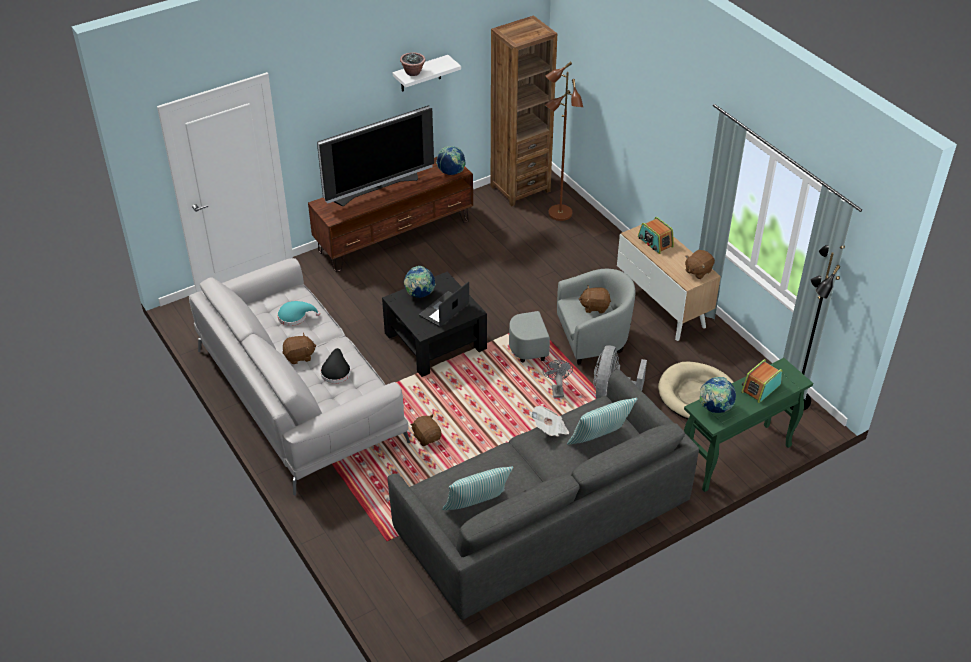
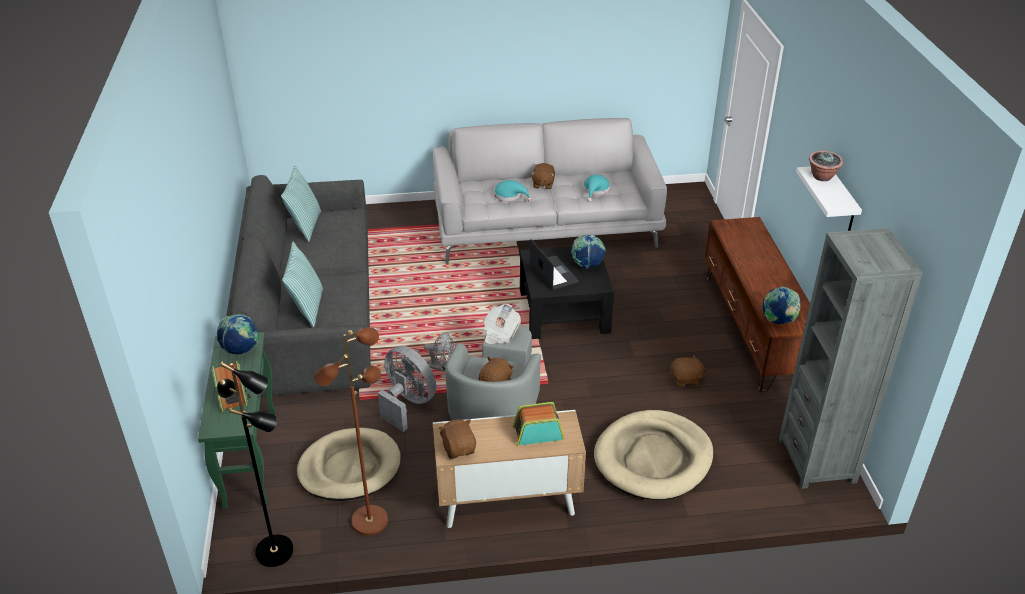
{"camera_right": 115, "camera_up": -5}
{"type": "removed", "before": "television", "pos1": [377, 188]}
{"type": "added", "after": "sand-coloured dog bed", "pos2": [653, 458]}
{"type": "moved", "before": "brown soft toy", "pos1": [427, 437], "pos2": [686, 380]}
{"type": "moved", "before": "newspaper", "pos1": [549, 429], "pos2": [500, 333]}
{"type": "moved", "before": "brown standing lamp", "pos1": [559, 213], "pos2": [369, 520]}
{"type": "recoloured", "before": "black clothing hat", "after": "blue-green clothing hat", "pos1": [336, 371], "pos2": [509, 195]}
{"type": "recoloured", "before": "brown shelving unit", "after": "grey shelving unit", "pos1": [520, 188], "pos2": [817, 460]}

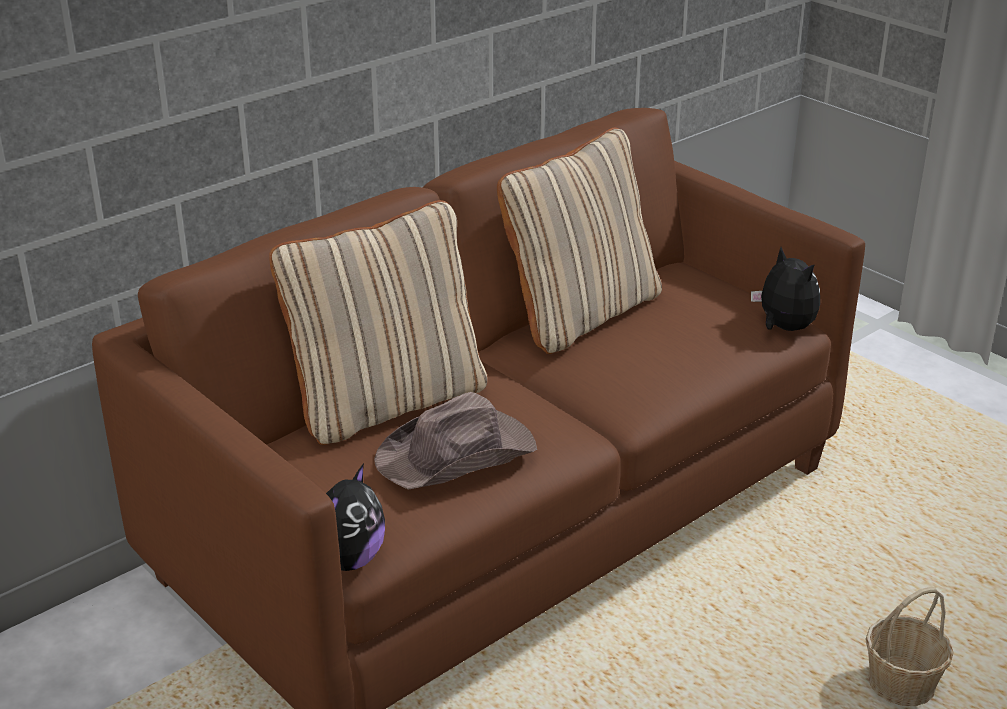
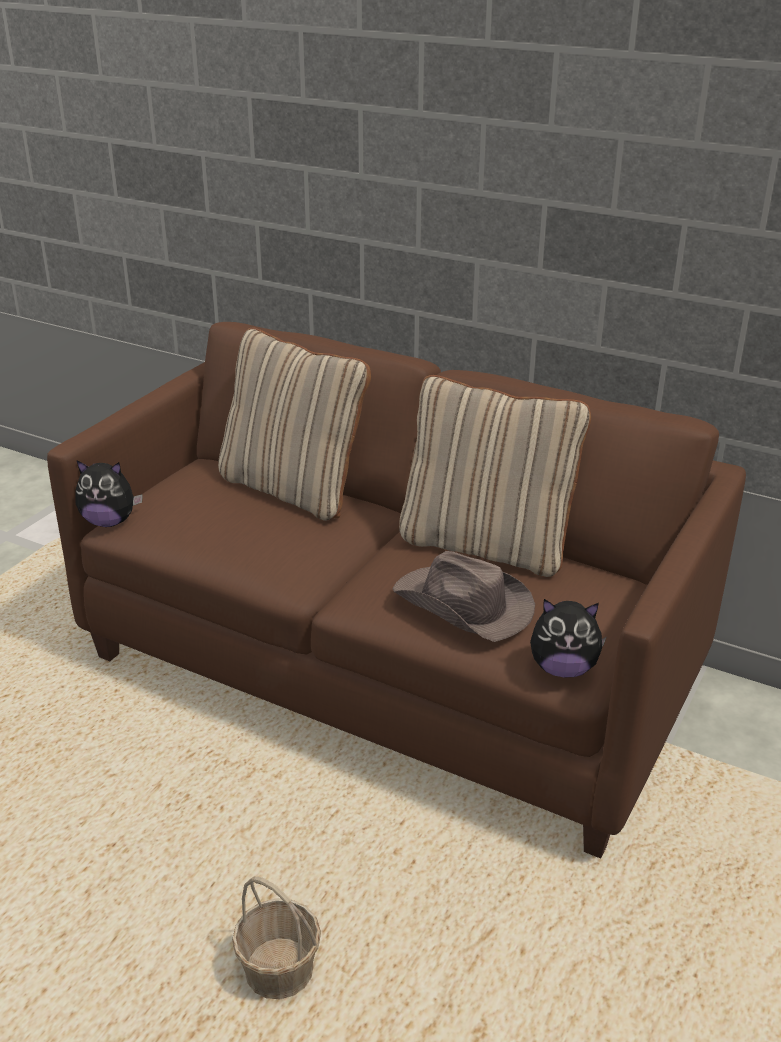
{"camera_right": 70, "camera_up": 0}
{"type": "moved", "before": "brown clothing hat", "pos1": [458, 455], "pos2": [463, 606]}
{"type": "turned", "before": "soft toy", "pos1": [783, 328], "pos2": [563, 669], "turn": 60}

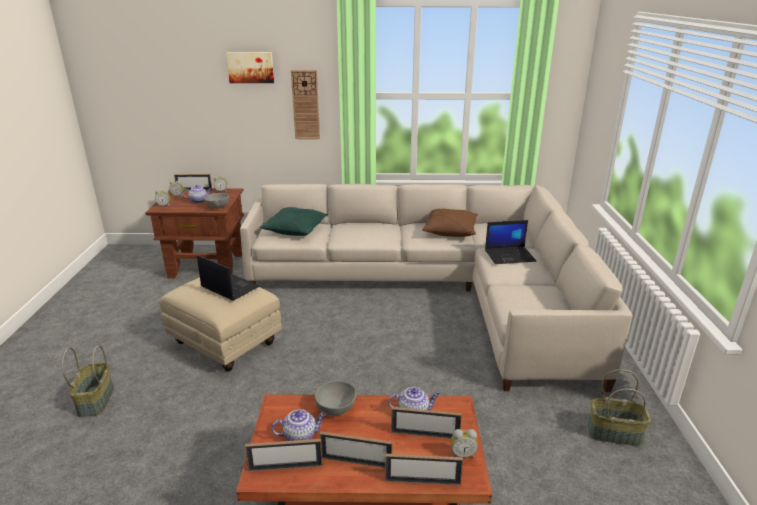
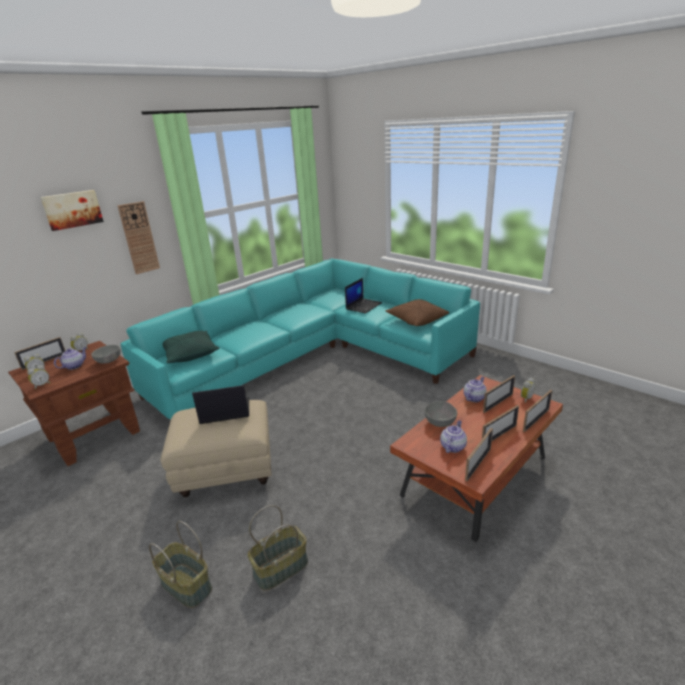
{"camera_right": -45, "camera_up": 0}
{"type": "moved", "before": "brown throw pillow", "pos1": [450, 231], "pos2": [416, 320]}
{"type": "moved", "before": "storage basket", "pos1": [614, 433], "pos2": [281, 567]}
{"type": "recoloured", "before": "sand-coloured sofa", "after": "blue-green sofa", "pos1": [438, 289], "pos2": [315, 355]}

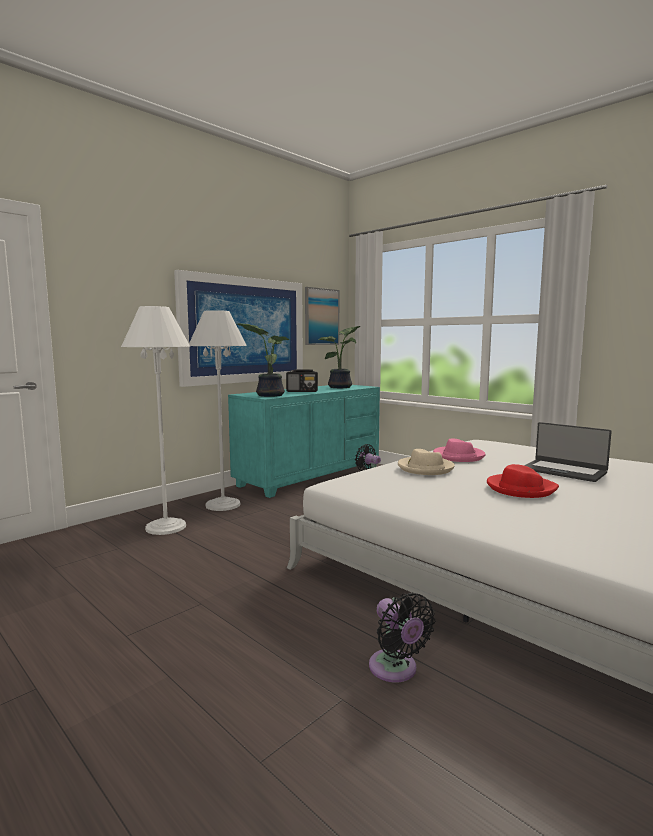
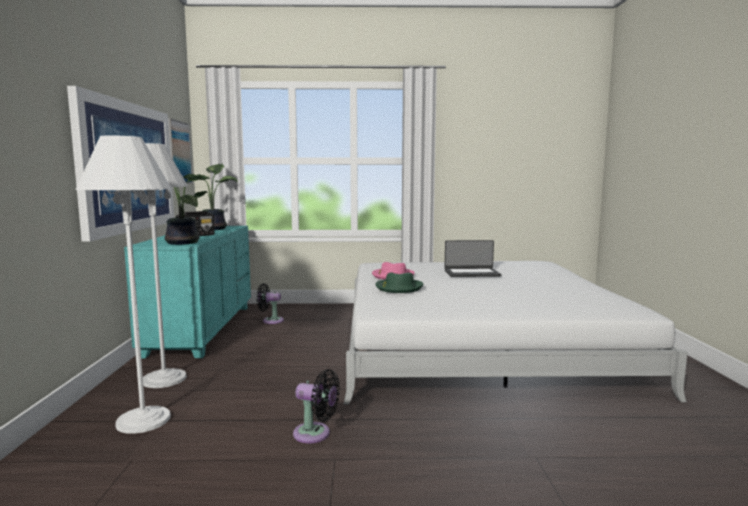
{"camera_right": -45, "camera_up": 0}
{"type": "removed", "before": "reddish clothing hat", "pos1": [520, 488]}
{"type": "moved", "before": "black cooling fan", "pos1": [395, 670], "pos2": [315, 434]}
{"type": "recoloured", "before": "sand-coloured clothing hat", "after": "green clothing hat", "pos1": [425, 468], "pos2": [398, 288]}

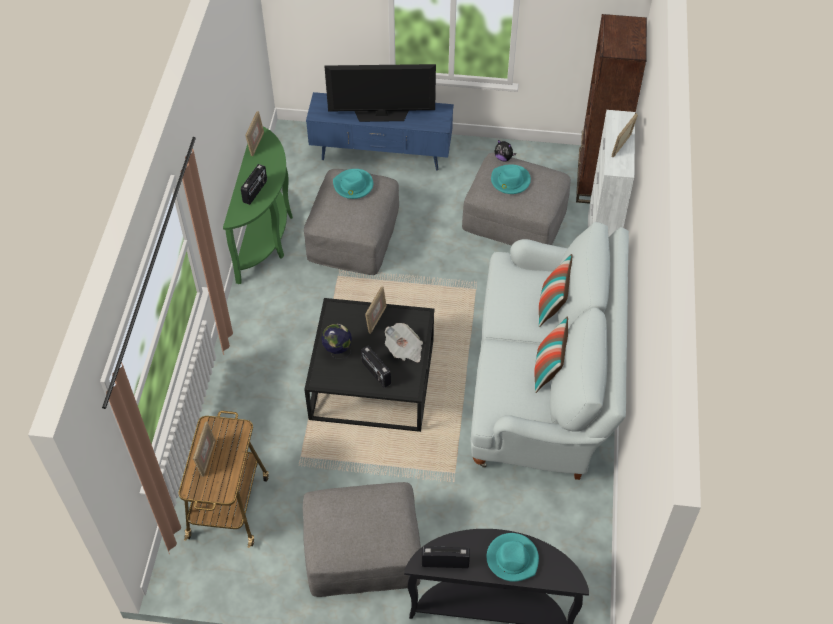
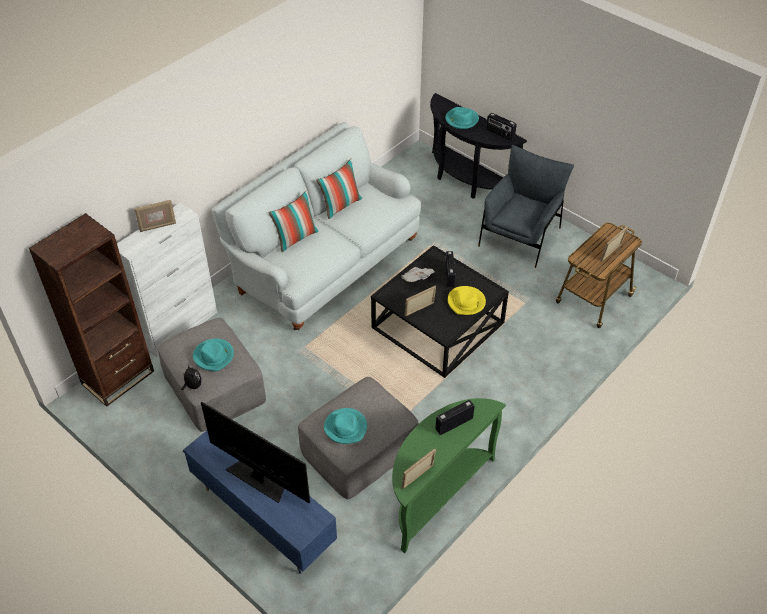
{"camera_right": -145, "camera_up": -5}
{"type": "replaced", "before": "grey pouffe", "after": "grey lounge chair", "pos1": [362, 550], "pos2": [520, 236]}
{"type": "replaced", "before": "desk globe", "after": "yellow-coloured clothing hat", "pos1": [337, 352], "pos2": [466, 302]}

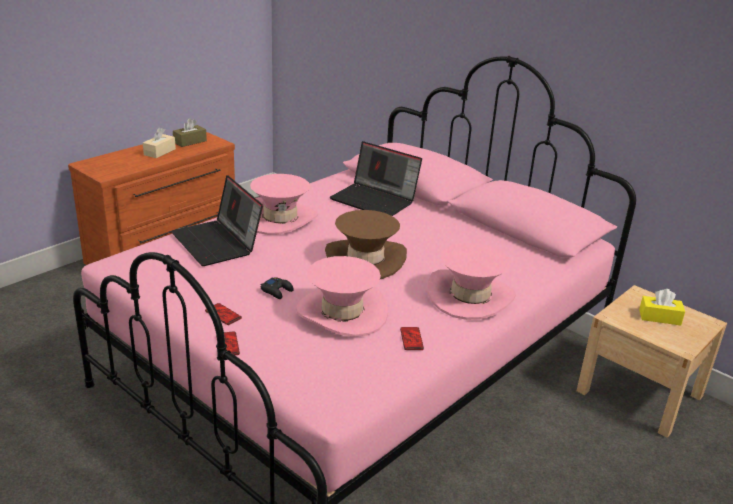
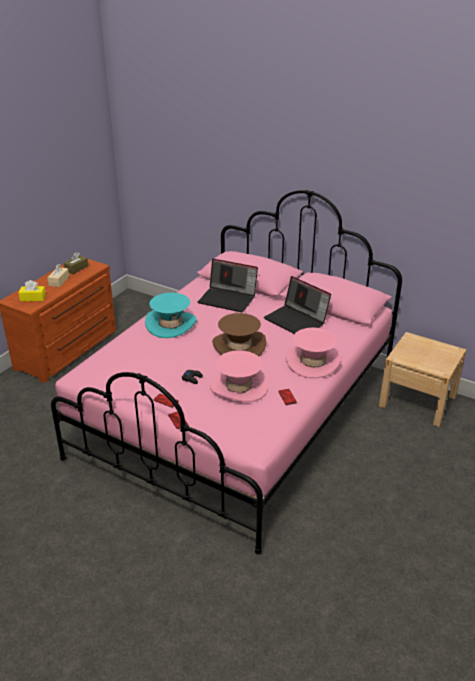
{"camera_right": -10, "camera_up": 5}
{"type": "moved", "before": "laptop", "pos1": [218, 243], "pos2": [297, 321]}
{"type": "moved", "before": "yellow-coloured tissue holder", "pos1": [659, 317], "pos2": [33, 298]}
{"type": "recoloured", "before": "pink clothing hat", "after": "blue-green clothing hat", "pos1": [280, 219], "pos2": [171, 324]}

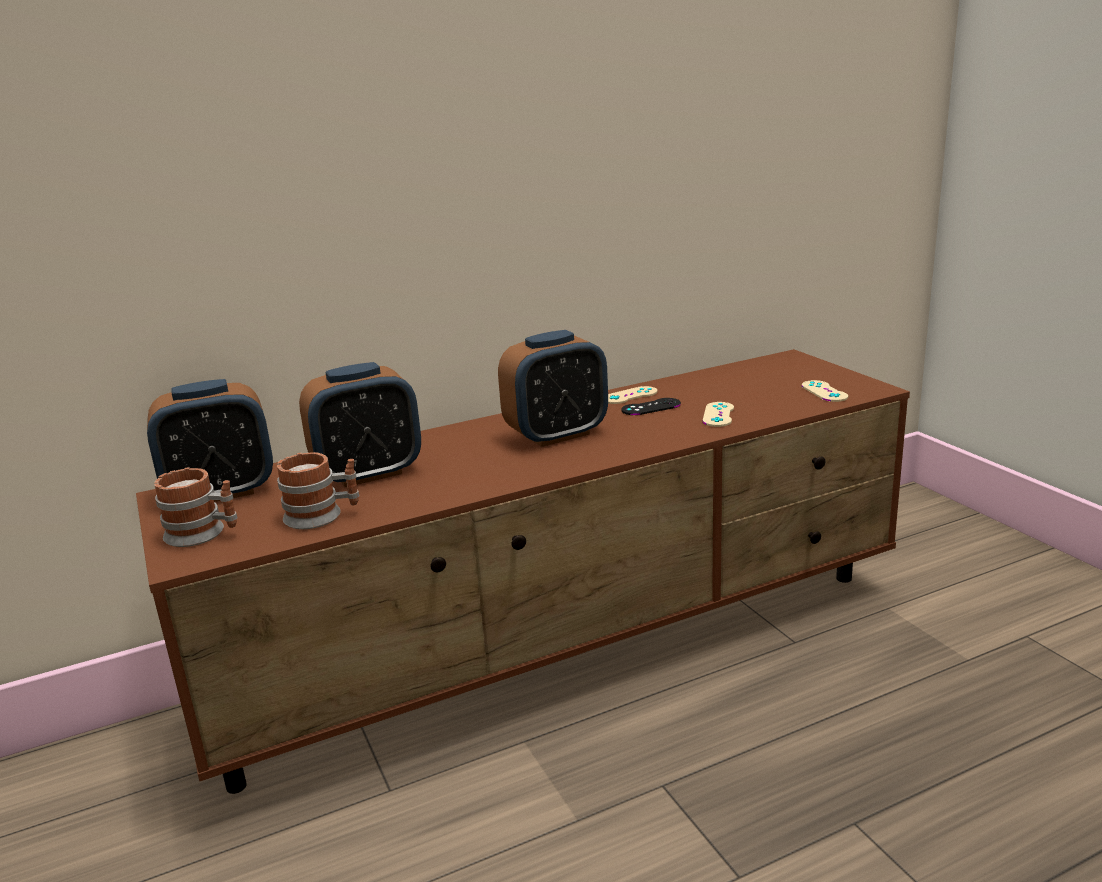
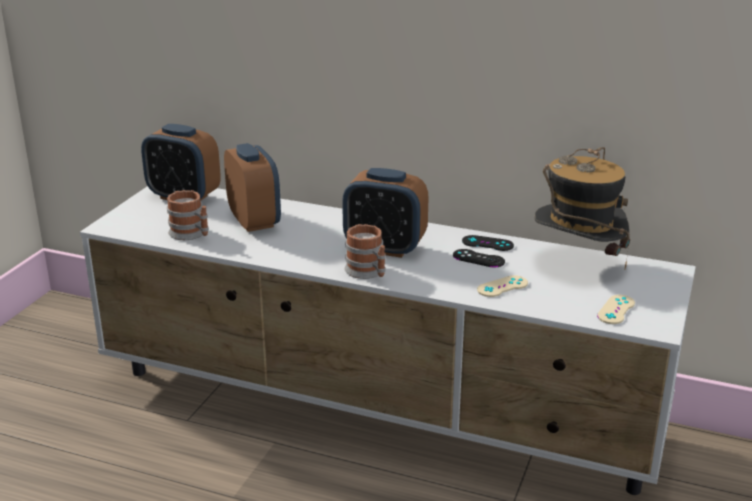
{"camera_right": 45, "camera_up": 5}
{"type": "added", "after": "clothing hat", "pos2": [577, 264]}
{"type": "moved", "before": "coffee mug", "pos1": [203, 534], "pos2": [368, 272]}
{"type": "recoloured", "before": "brown tv stand", "after": "whitish tv stand", "pos1": [567, 647], "pos2": [379, 409]}
{"type": "recoloured", "before": "sand-coloured joypad", "after": "black joypad", "pos1": [630, 395], "pos2": [487, 243]}
{"type": "turned", "before": "alarm clock", "pos1": [368, 474], "pos2": [254, 221], "turn": -135}

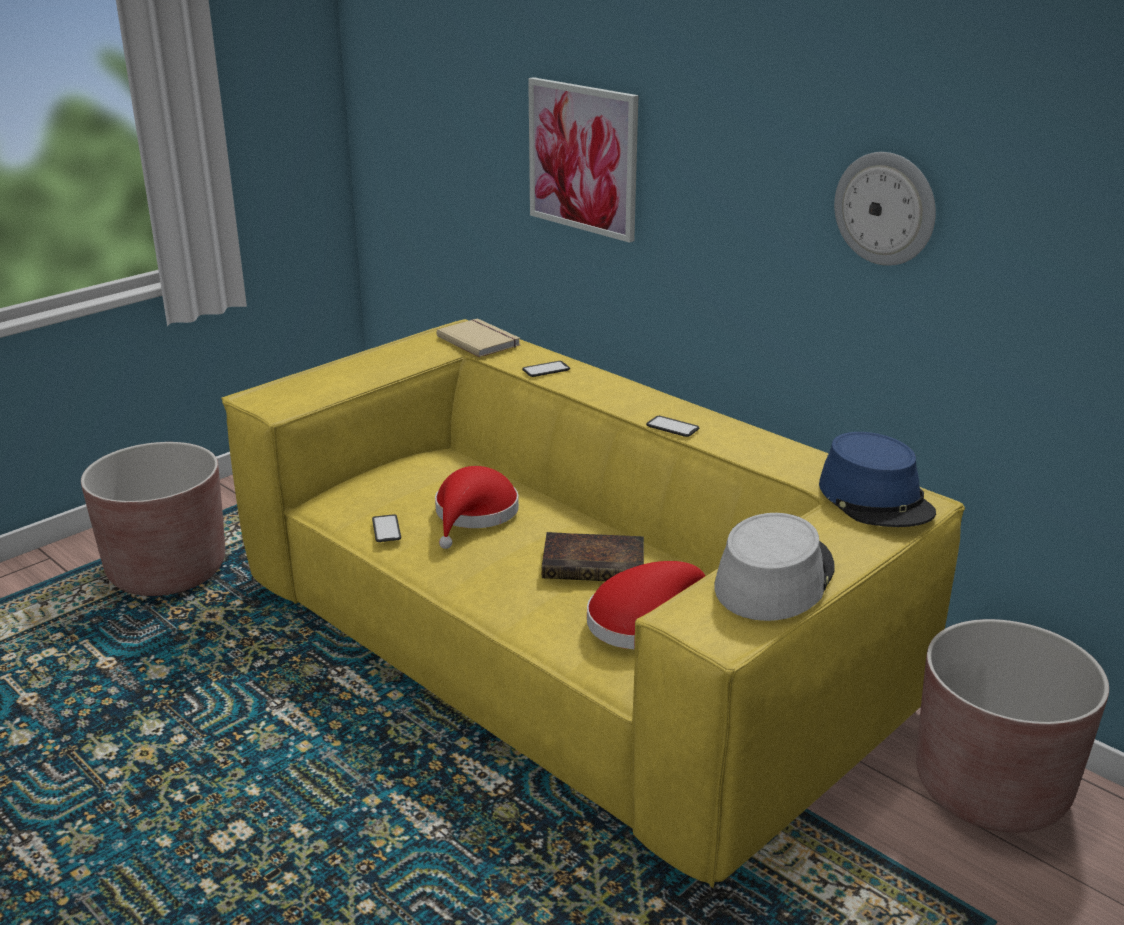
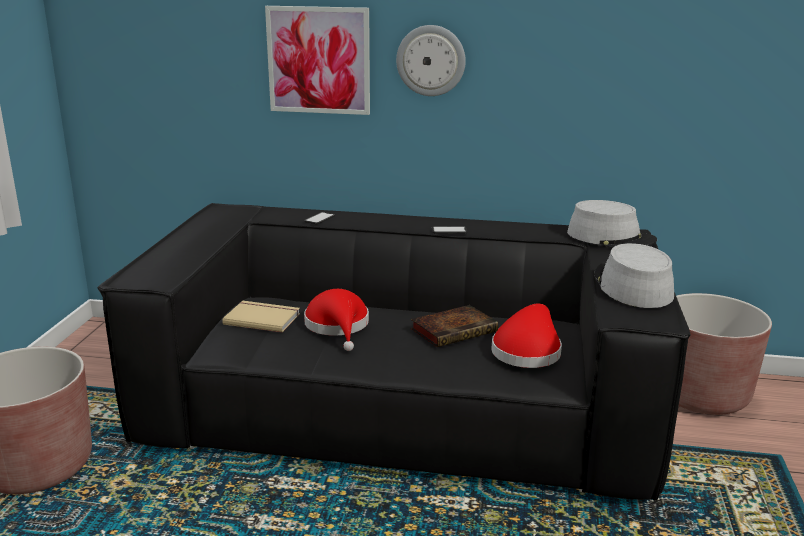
{"camera_right": -35, "camera_up": -5}
{"type": "removed", "before": "phone", "pos1": [386, 529]}
{"type": "moved", "before": "sand-coloured volume", "pos1": [480, 340], "pos2": [262, 318]}
{"type": "moved", "before": "wall clock", "pos1": [885, 208], "pos2": [431, 60]}
{"type": "recoloured", "before": "yellow-coloured sofa", "after": "black sofa", "pos1": [562, 642], "pos2": [401, 407]}
{"type": "recoloured", "before": "blue clothing hat", "after": "grey clothing hat", "pos1": [876, 498], "pos2": [611, 237]}

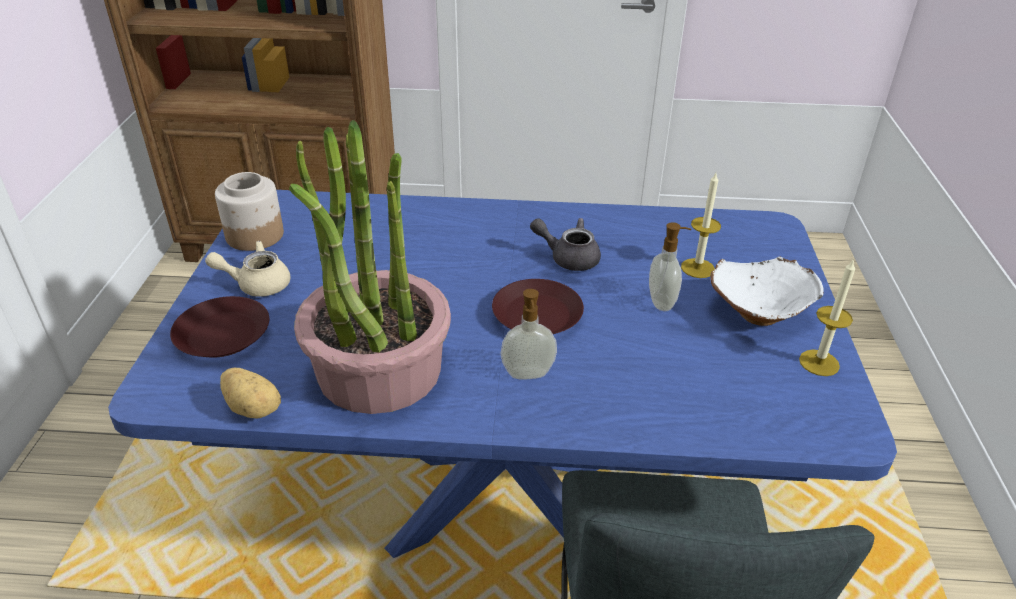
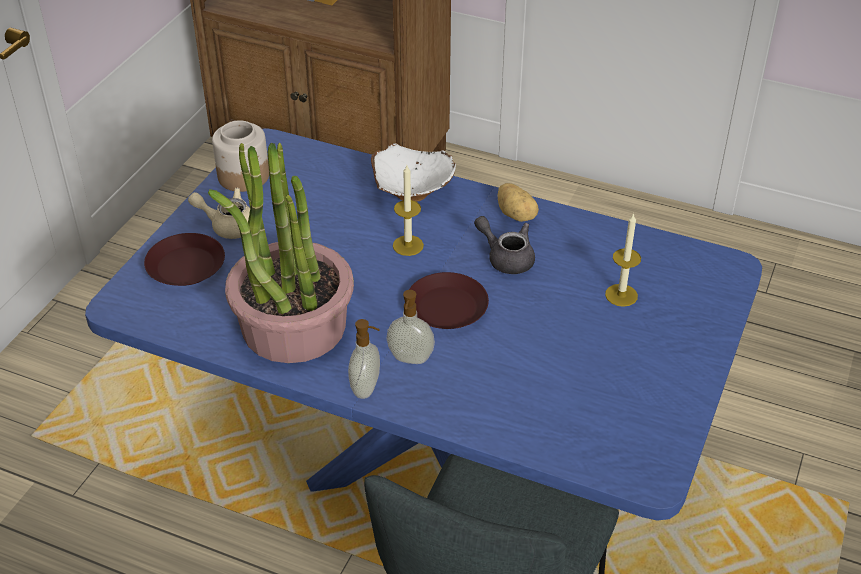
{"camera_right": 20, "camera_up": 5}
{"type": "moved", "before": "spud", "pos1": [254, 408], "pos2": [517, 215]}
{"type": "moved", "before": "soap dispenser", "pos1": [662, 302], "pos2": [366, 388]}
{"type": "moved", "before": "whitish bowl", "pos1": [757, 311], "pos2": [412, 191]}
{"type": "moved", "before": "wax light", "pos1": [819, 363], "pos2": [408, 245]}

